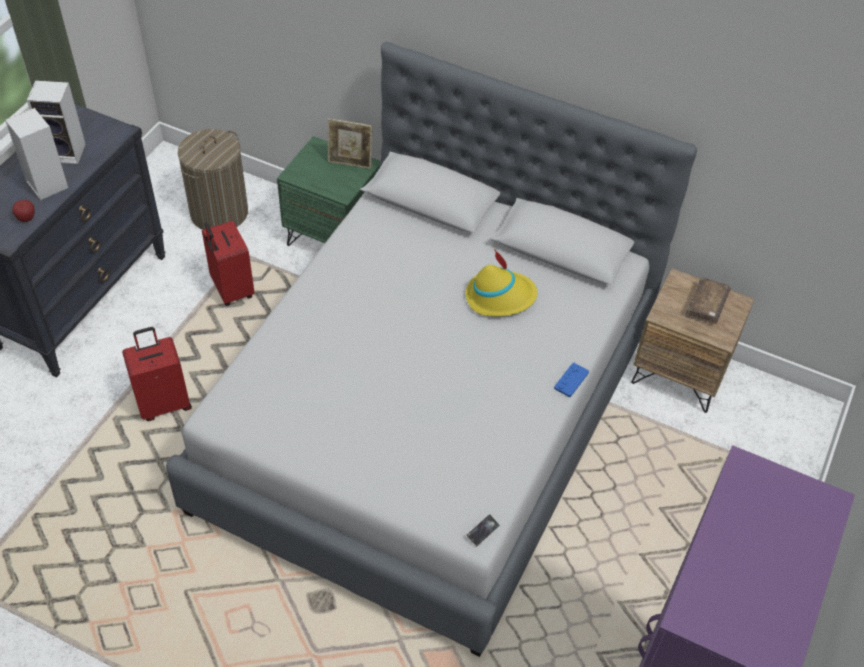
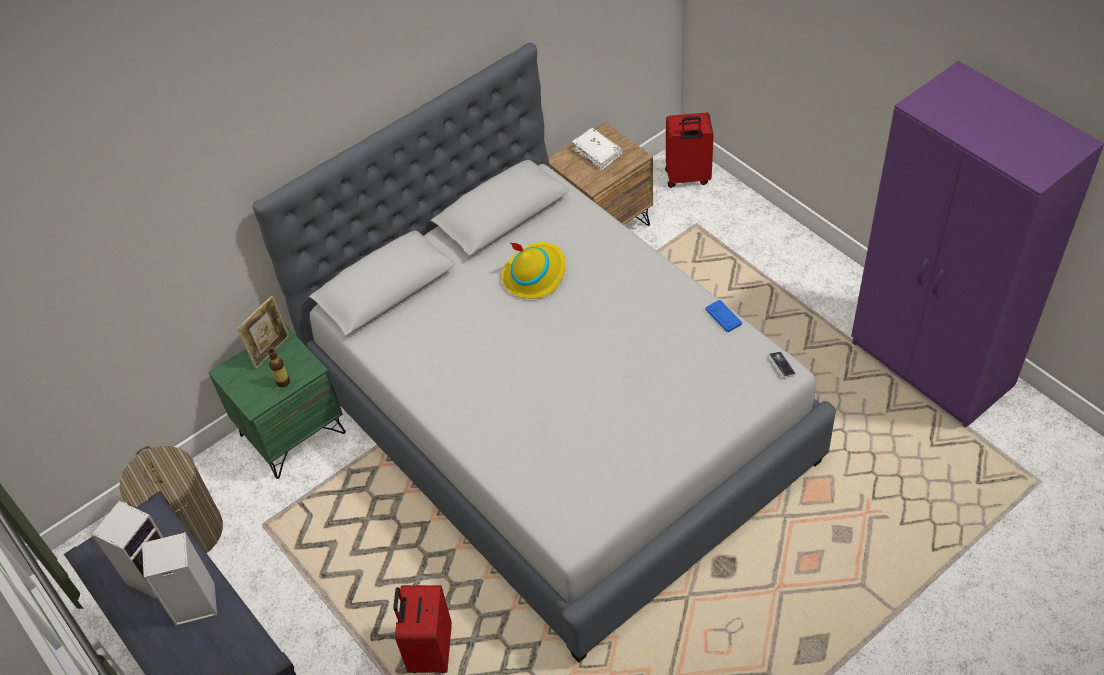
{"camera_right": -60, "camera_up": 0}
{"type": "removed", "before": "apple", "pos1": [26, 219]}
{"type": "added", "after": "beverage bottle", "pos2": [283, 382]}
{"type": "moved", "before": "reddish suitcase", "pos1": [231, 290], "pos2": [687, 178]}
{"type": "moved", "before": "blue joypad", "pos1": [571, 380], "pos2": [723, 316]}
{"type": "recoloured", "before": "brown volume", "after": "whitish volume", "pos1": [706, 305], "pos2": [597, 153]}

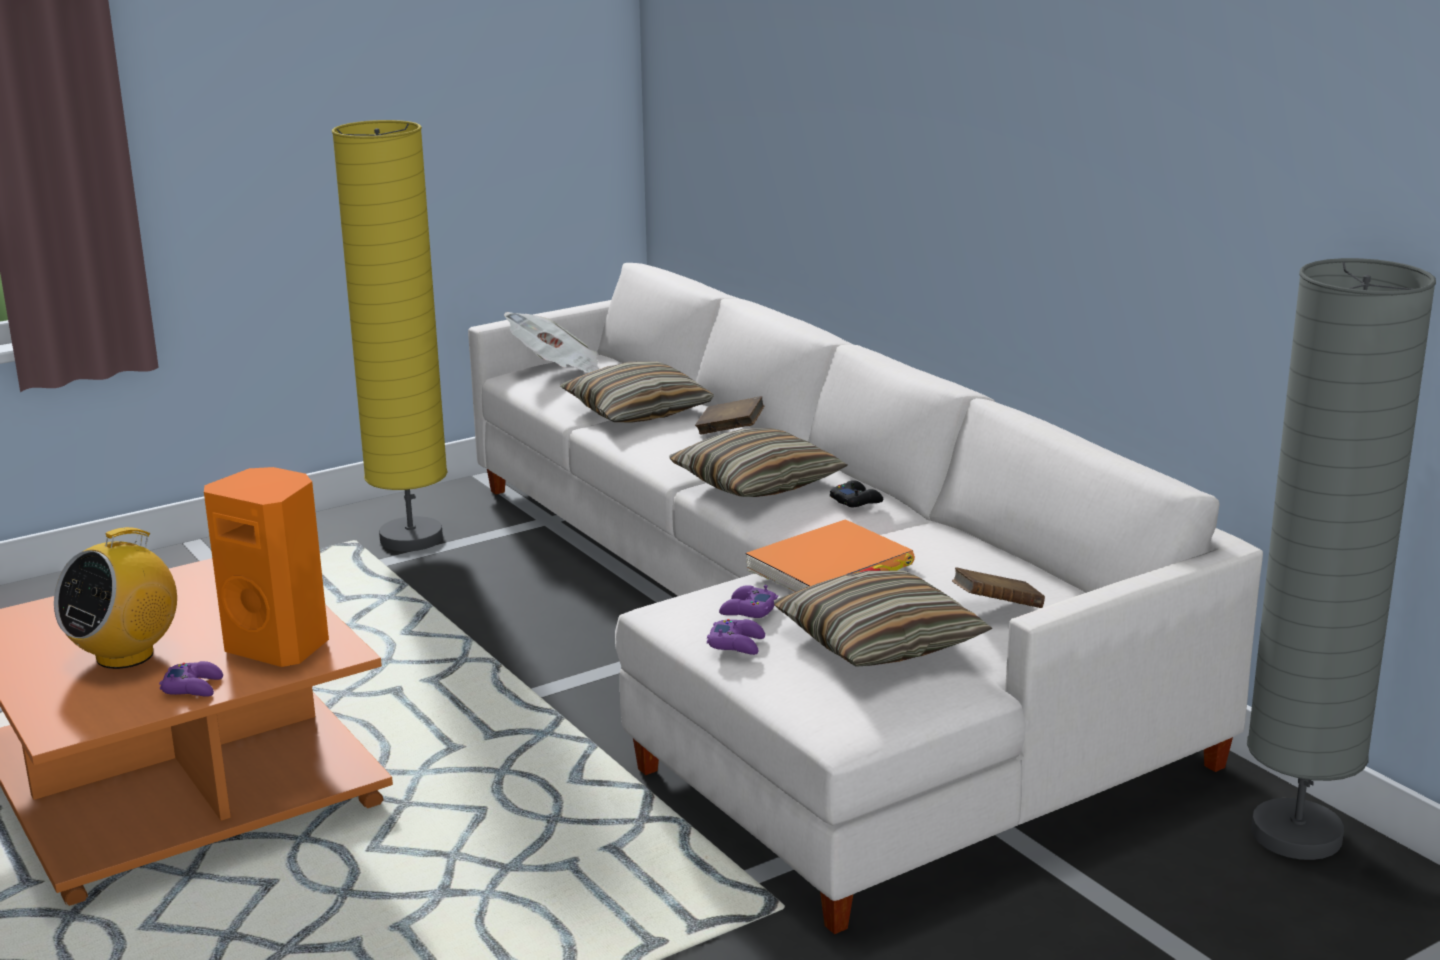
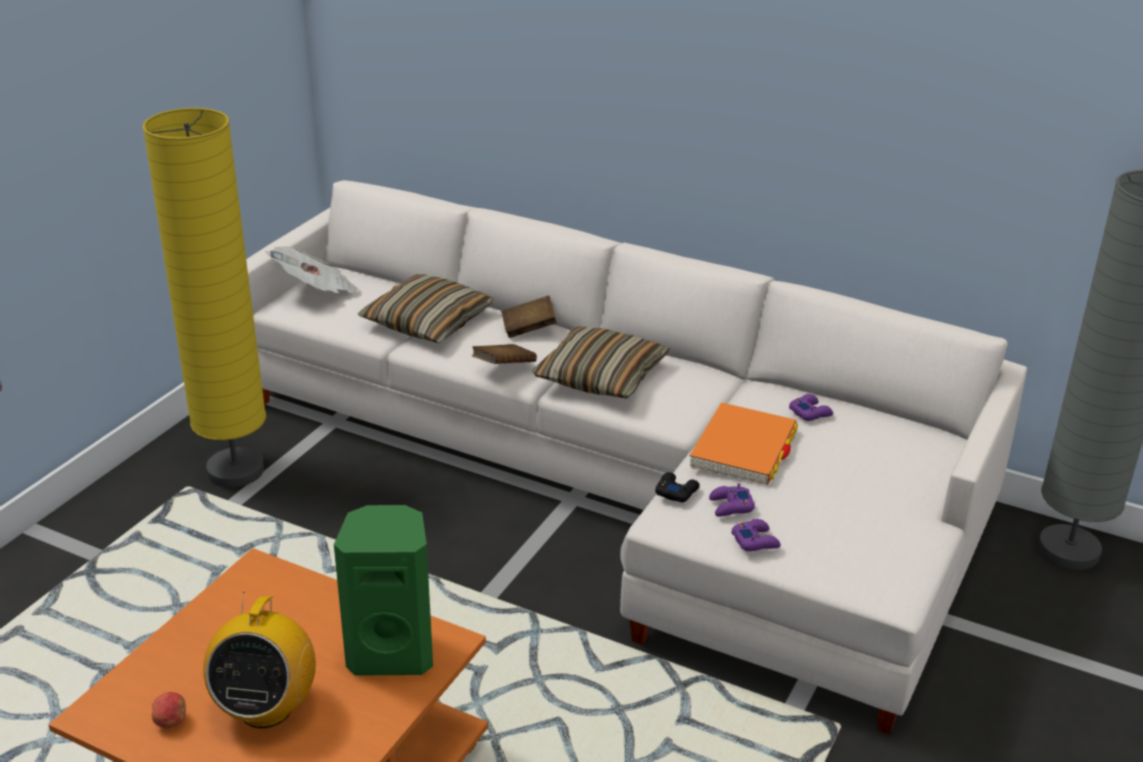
{"camera_right": -30, "camera_up": 10}
{"type": "removed", "before": "throw pillow", "pos1": [879, 641]}
{"type": "added", "after": "apple", "pos2": [171, 721]}
{"type": "moved", "before": "purple-coloured joypad", "pos1": [193, 687], "pos2": [810, 412]}
{"type": "moved", "before": "black joypad", "pos1": [856, 501], "pos2": [676, 491]}
{"type": "moved", "before": "brown volume", "pos1": [996, 608], "pos2": [504, 367]}
{"type": "recoloured", "before": "orange speaker", "after": "green speaker", "pos1": [281, 646], "pos2": [392, 652]}

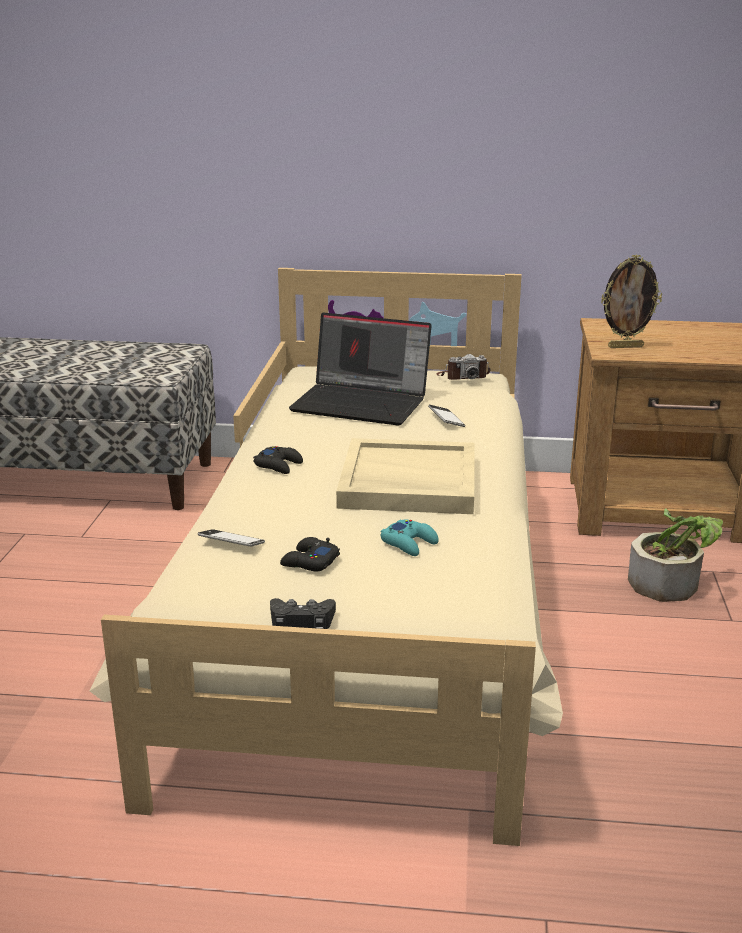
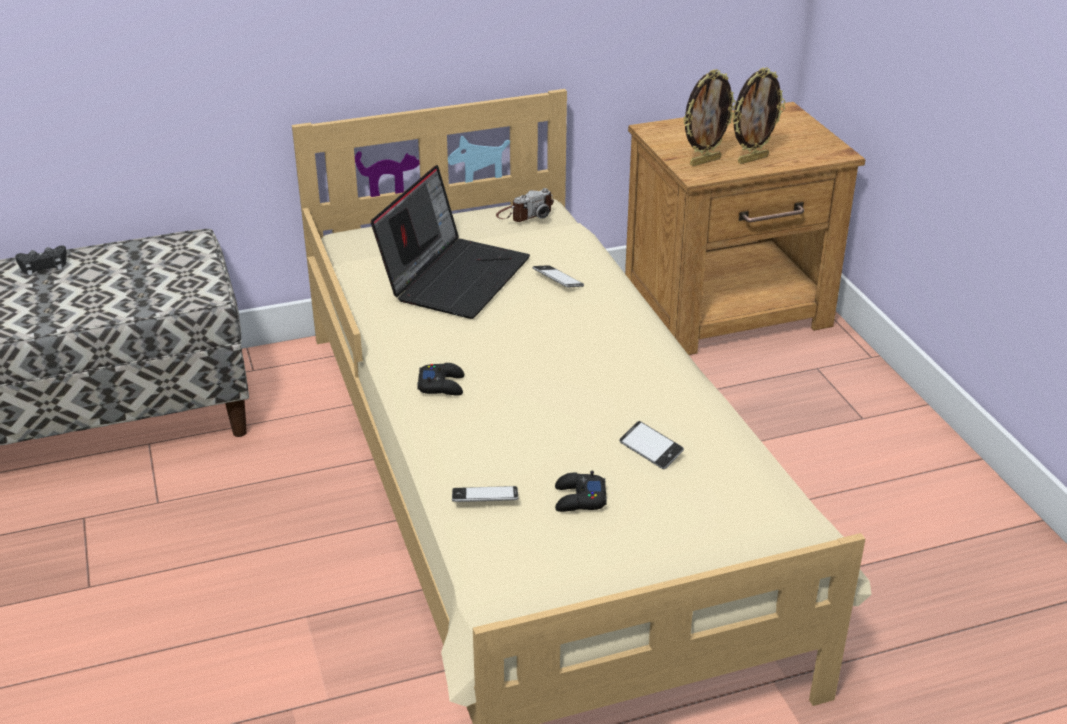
{"camera_right": -25, "camera_up": 10}
{"type": "removed", "before": "sand-coloured serving tray", "pos1": [407, 482]}
{"type": "removed", "before": "potted plant", "pos1": [672, 583]}
{"type": "added", "after": "photo frame", "pos2": [752, 159]}
{"type": "moved", "before": "black joypad", "pos1": [301, 621], "pos2": [43, 265]}
{"type": "replaced", "before": "blue-green joypad", "after": "phone", "pos1": [409, 543], "pos2": [650, 449]}
{"type": "turned", "before": "laptop", "pos1": [363, 403], "pos2": [454, 276], "turn": -60}

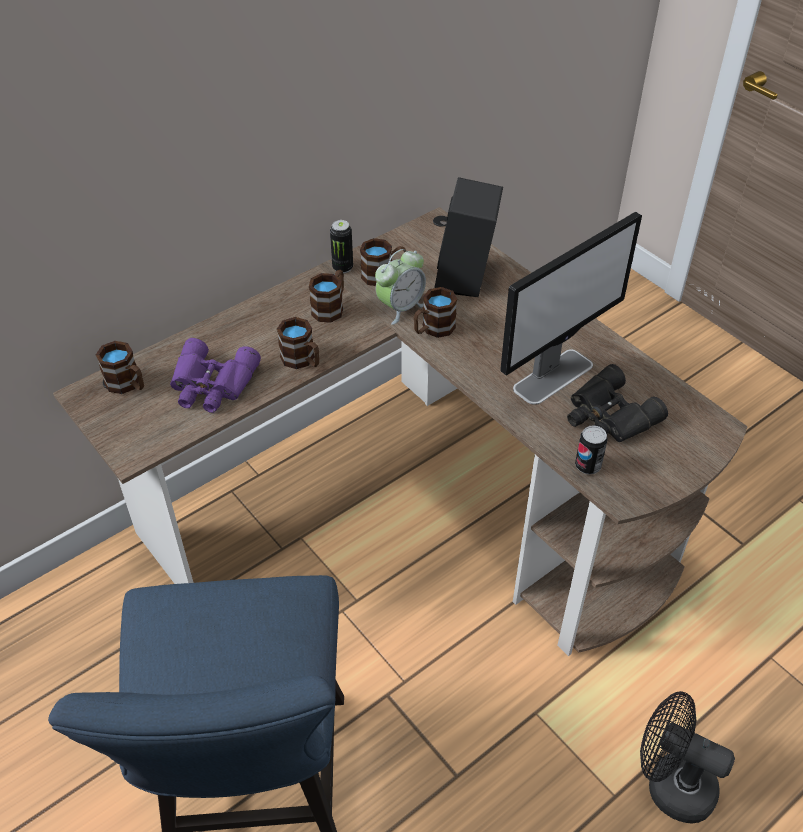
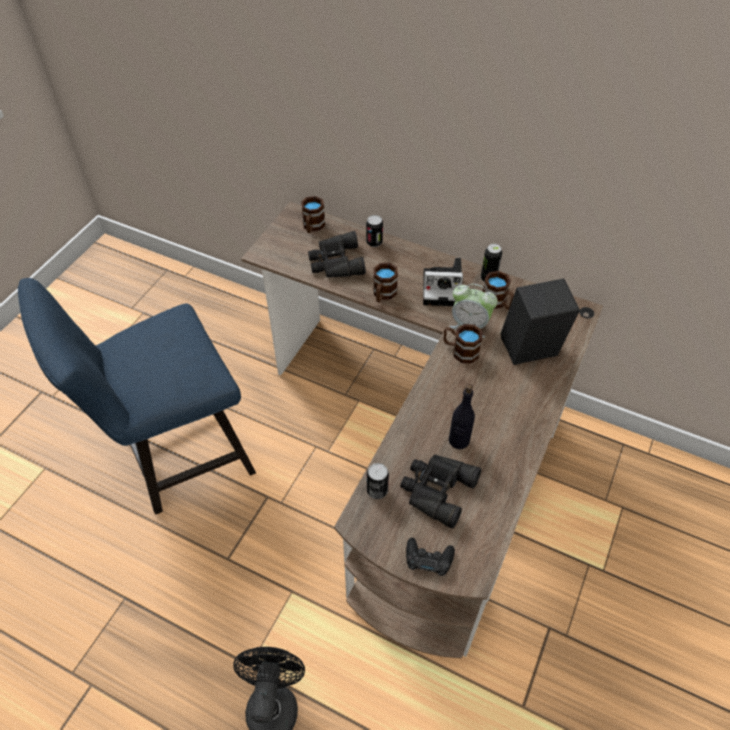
{"camera_right": 65, "camera_up": 5}
{"type": "added", "after": "sealed can", "pos2": [374, 242]}
{"type": "added", "after": "black joypad", "pos2": [428, 559]}
{"type": "replaced", "before": "brown coffee mug", "after": "still camera", "pos1": [331, 307], "pos2": [443, 288]}
{"type": "replaced", "before": "computer screen", "after": "black beverage bottle", "pos1": [554, 376], "pos2": [458, 440]}
{"type": "recoloured", "before": "purple-coloured field glasses", "after": "black field glasses", "pos1": [212, 385], "pos2": [335, 262]}

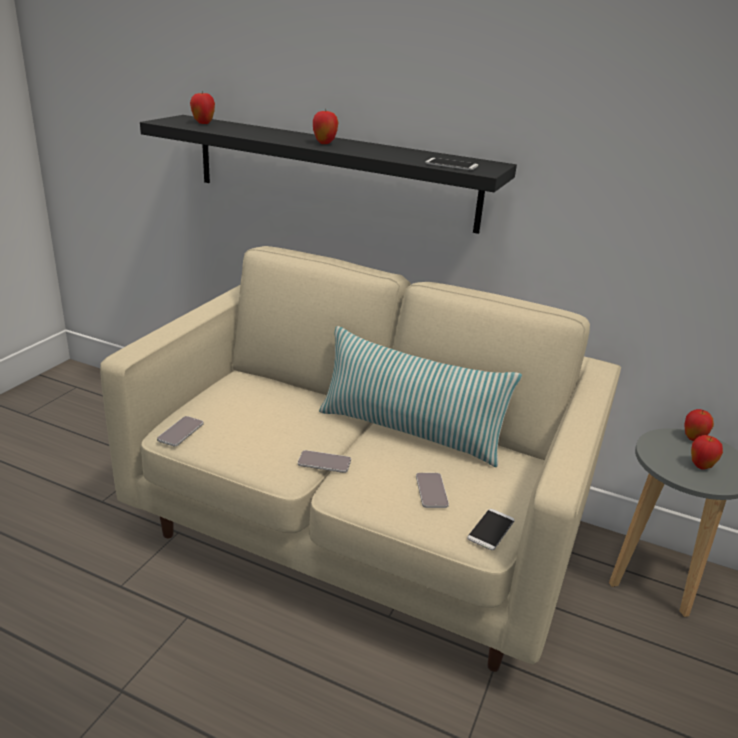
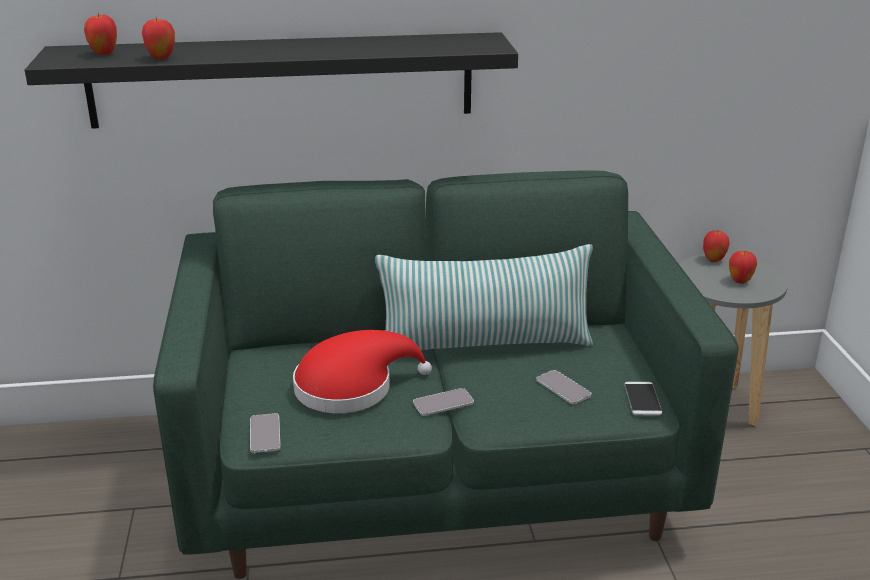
{"camera_right": -30, "camera_up": 0}
{"type": "removed", "before": "phone", "pos1": [451, 165]}
{"type": "added", "after": "reddish clothing hat", "pos2": [351, 387]}
{"type": "moved", "before": "apple", "pos1": [324, 143], "pos2": [161, 58]}
{"type": "recoloured", "before": "sand-coloured sofa", "after": "green sofa", "pos1": [358, 534], "pos2": [436, 481]}

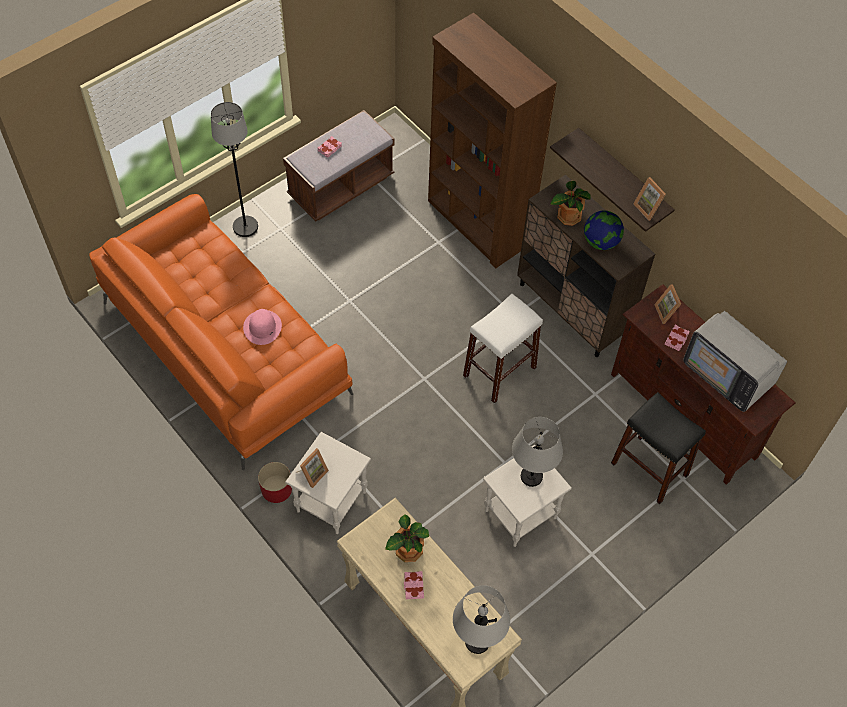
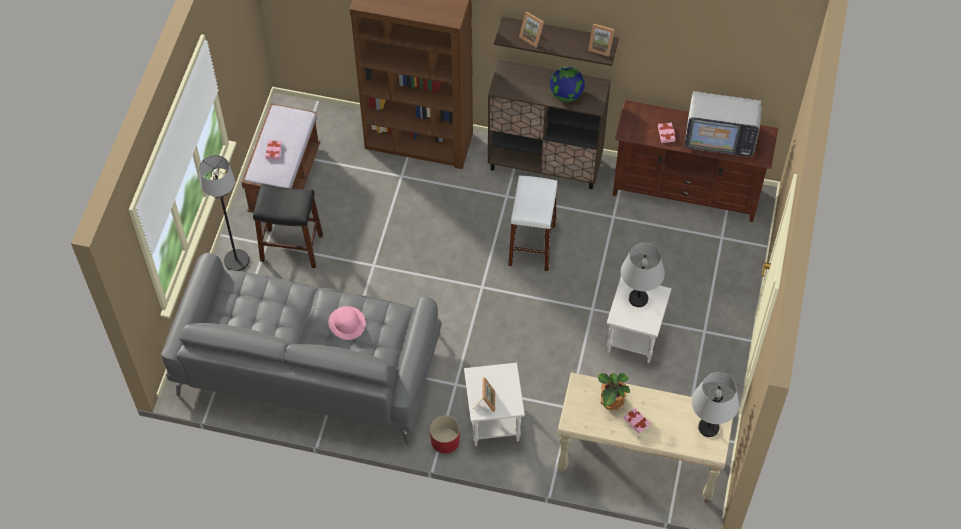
{"camera_right": -35, "camera_up": 0}
{"type": "removed", "before": "potted plant", "pos1": [568, 216]}
{"type": "moved", "before": "black sitting stool", "pos1": [649, 469], "pos2": [291, 248]}
{"type": "moved", "before": "photo frame", "pos1": [667, 312], "pos2": [532, 37]}
{"type": "recoloured", "before": "orange sofa", "after": "grey sofa", "pos1": [224, 346], "pos2": [307, 364]}

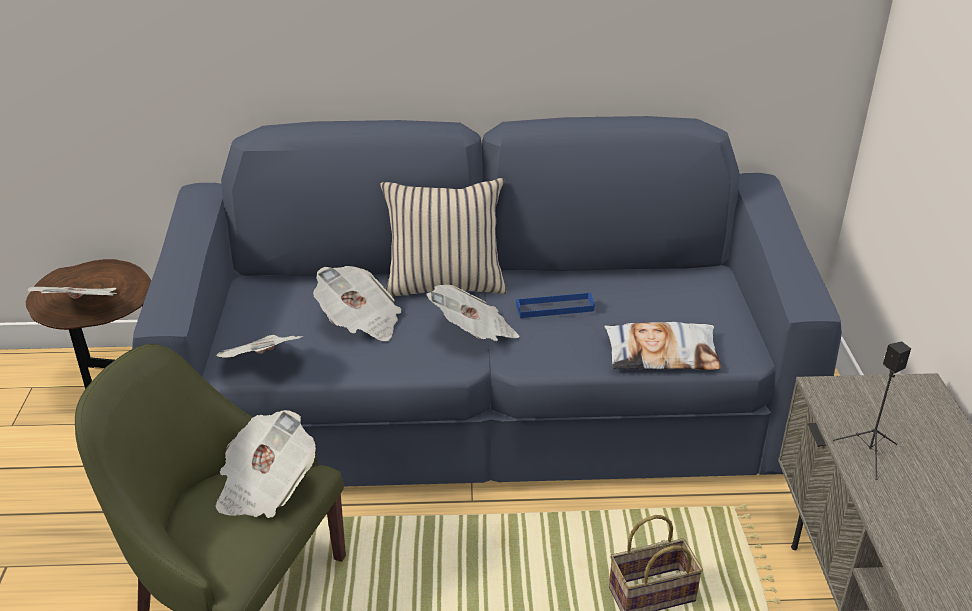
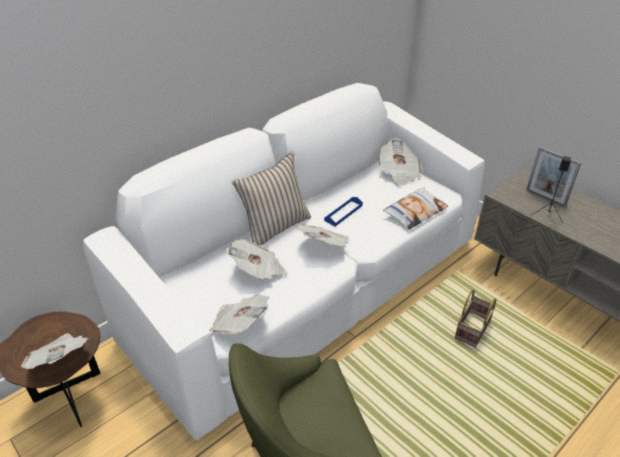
{"camera_right": -40, "camera_up": 5}
{"type": "added", "after": "photo frame", "pos2": [545, 197]}
{"type": "moved", "before": "newspaper", "pos1": [265, 486], "pos2": [399, 173]}
{"type": "recoloured", "before": "blue sofa", "after": "whitish sofa", "pos1": [485, 411], "pos2": [309, 288]}

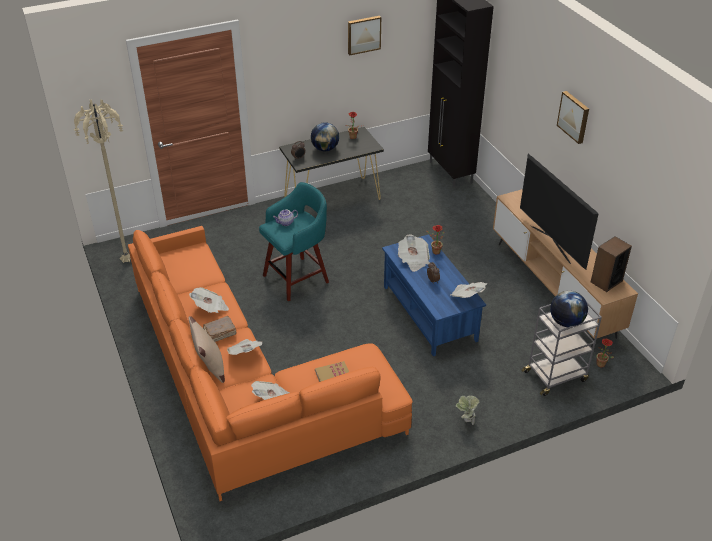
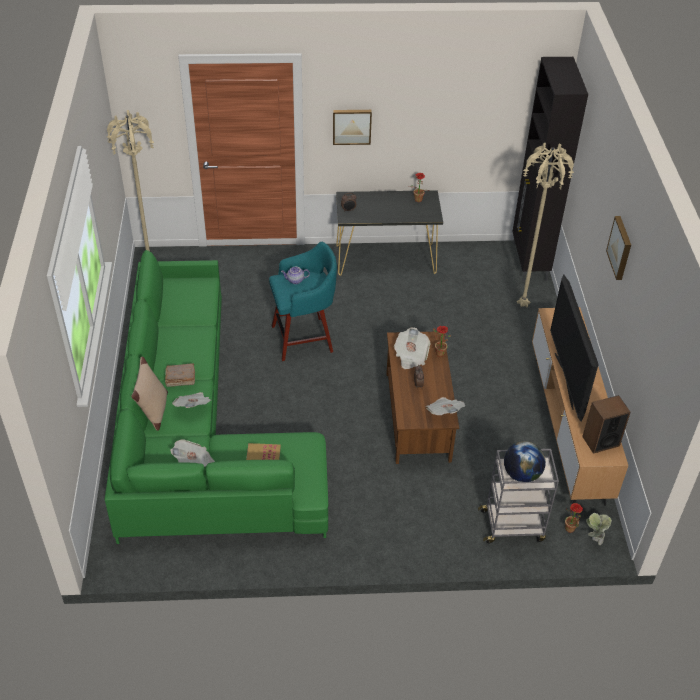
{"camera_right": 20, "camera_up": 5}
{"type": "removed", "before": "newspaper", "pos1": [210, 308]}
{"type": "removed", "before": "desk globe", "pos1": [325, 149]}
{"type": "added", "after": "sand-coloured standing lamp", "pos2": [523, 306]}
{"type": "moved", "before": "wall picture", "pos1": [363, 34], "pos2": [351, 126]}
{"type": "moved", "before": "potted plant", "pos1": [466, 421], "pos2": [594, 539]}
{"type": "recoloured", "before": "orange sofa", "after": "green sofa", "pos1": [245, 383], "pos2": [198, 434]}
{"type": "recoloured", "before": "blue low table", "after": "brown low table", "pos1": [429, 313], "pos2": [417, 415]}

